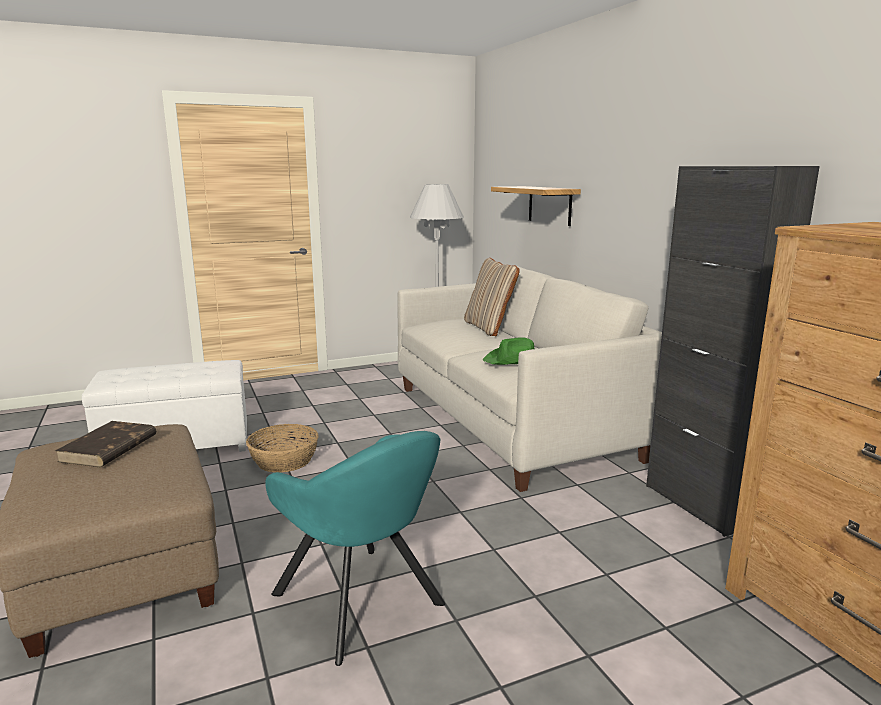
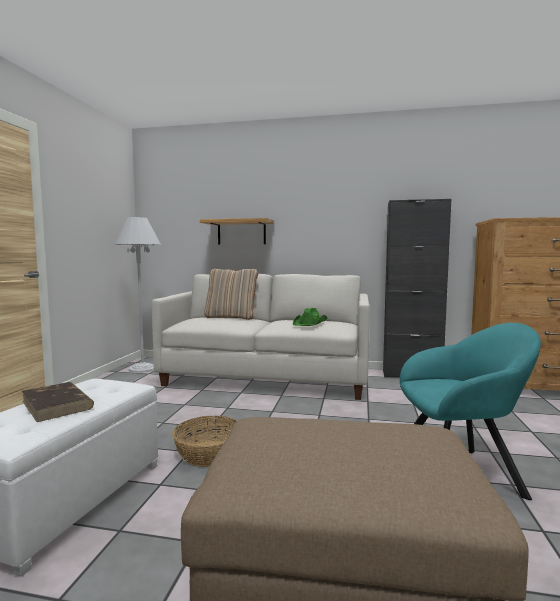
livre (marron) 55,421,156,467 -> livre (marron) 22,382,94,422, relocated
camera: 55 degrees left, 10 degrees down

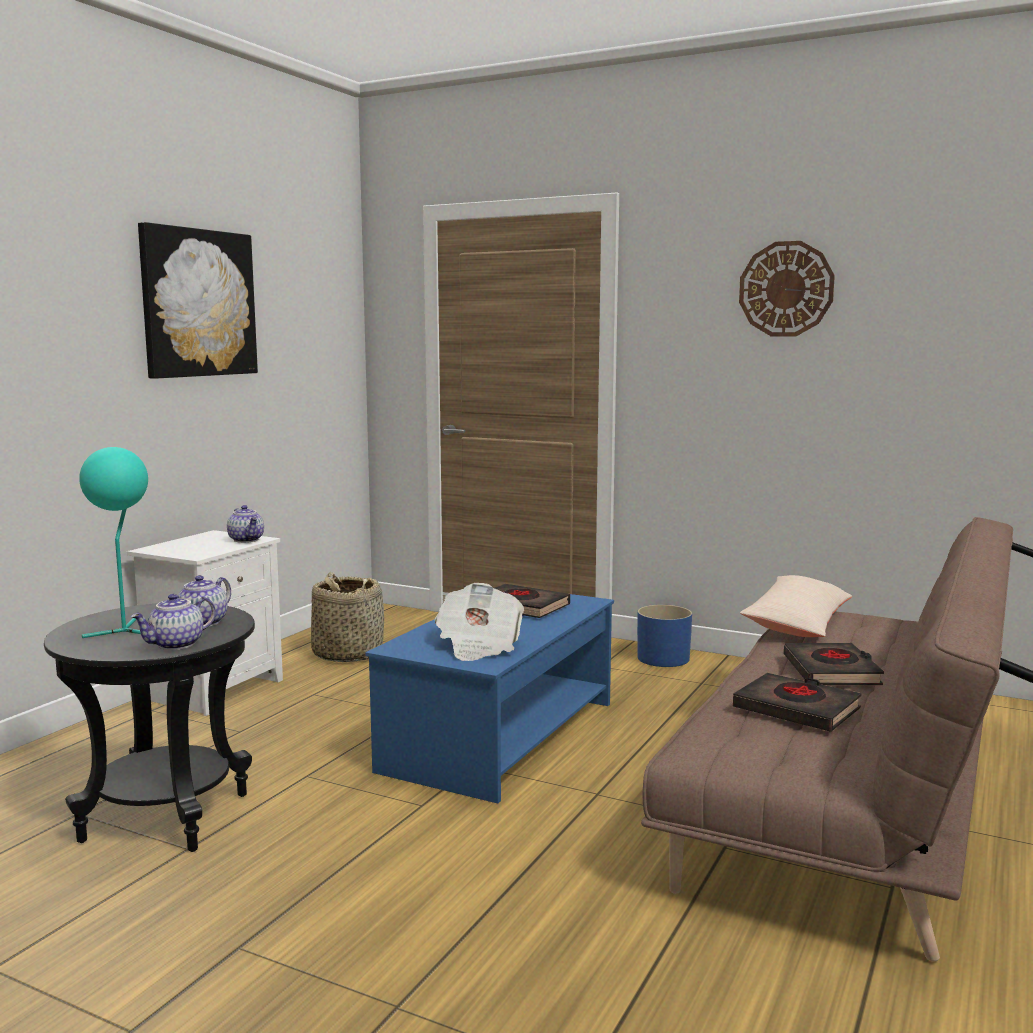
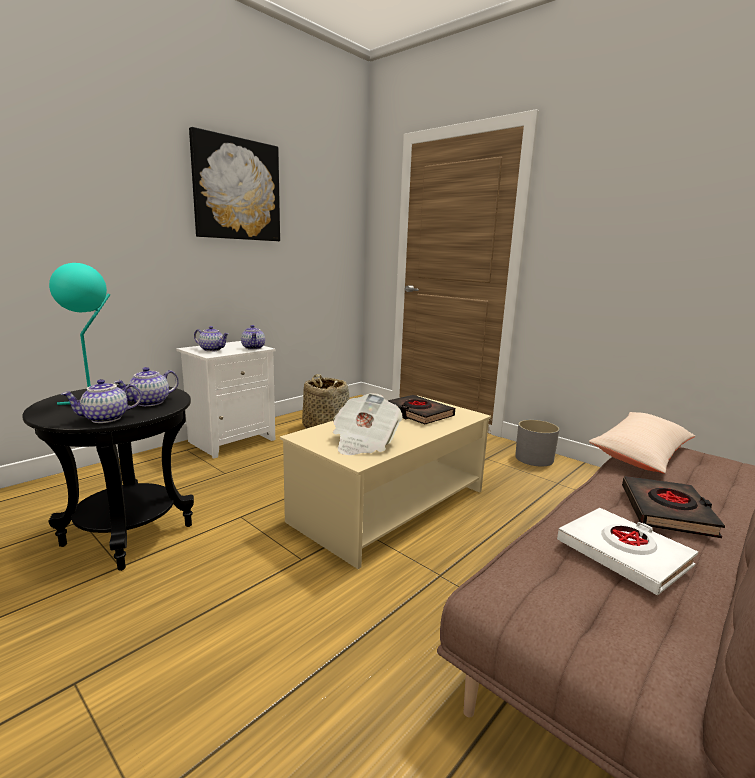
none -> théière 194,326,228,352
table basse (bleu) 365,594,614,804 -> table basse (beige) 280,395,491,569
cache-pot (bleu) 637,605,692,667 -> cache-pot (gris) 515,420,559,467
livre (noir) 733,673,862,732 -> livre (blanc) 557,508,698,596
horloge murale 739,241,835,337 -> none
camera: 15 degrees right, 5 degrees up

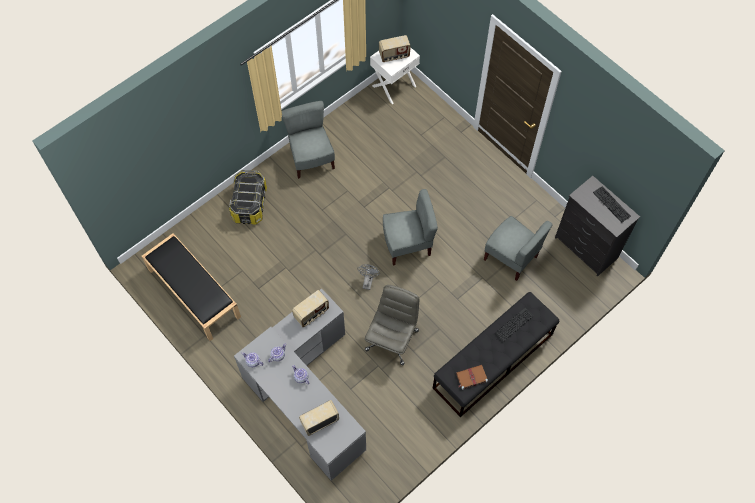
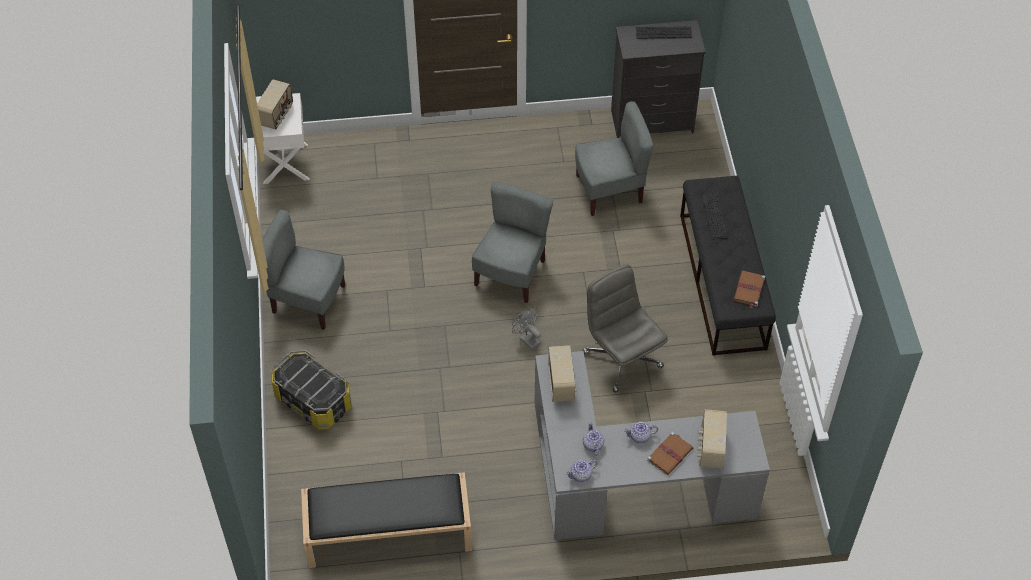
none -> livre (marron) 647,432,693,475
camera: 55 degrees left, 10 degrees down

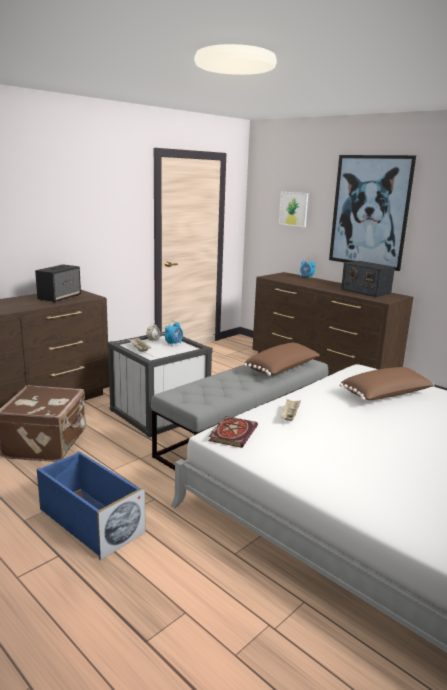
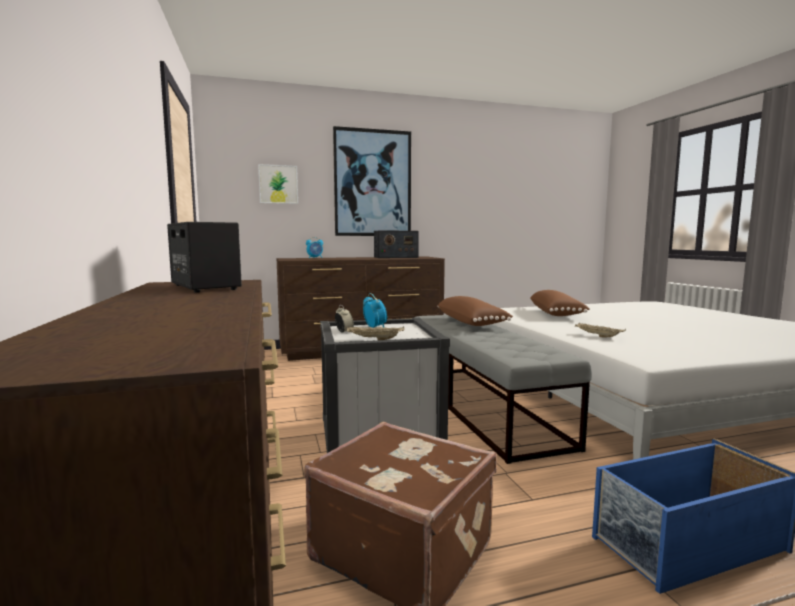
livre 209,416,258,448 -> none
camera: 60 degrees left, 10 degrees down

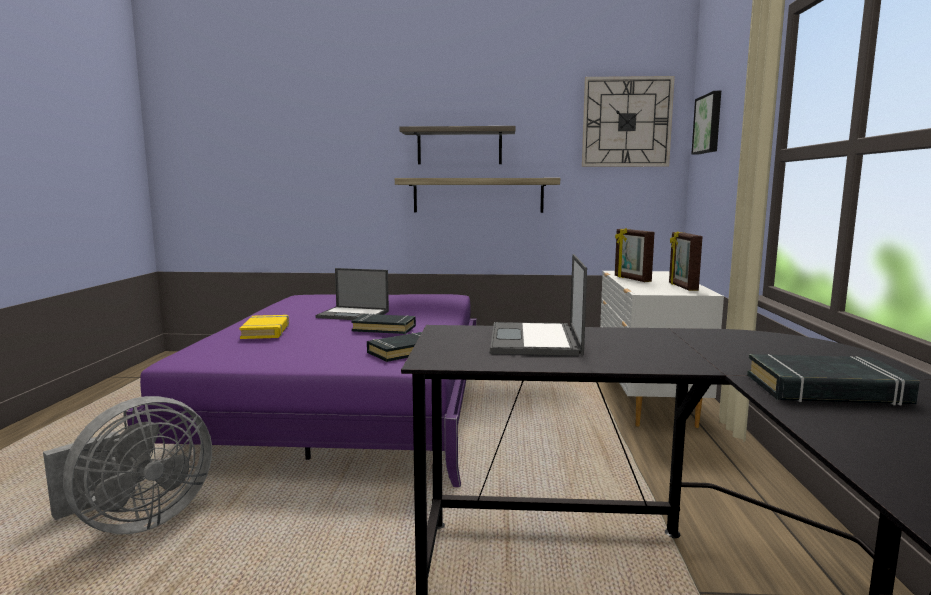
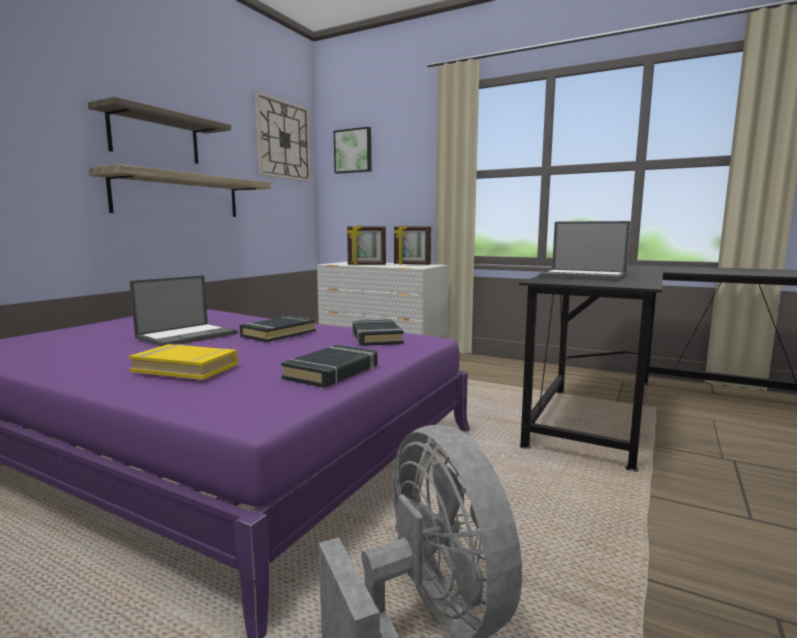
livre (noir) 747,354,920,406 -> livre (noir) 281,345,378,388, relocated
camera: 65 degrees left, 0 degrees up

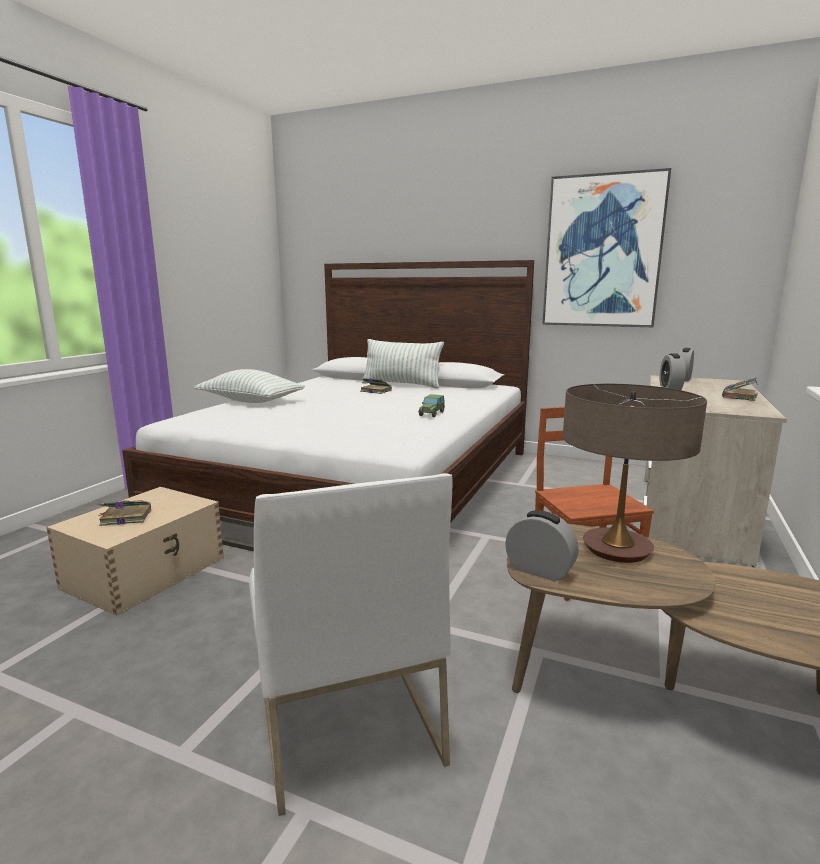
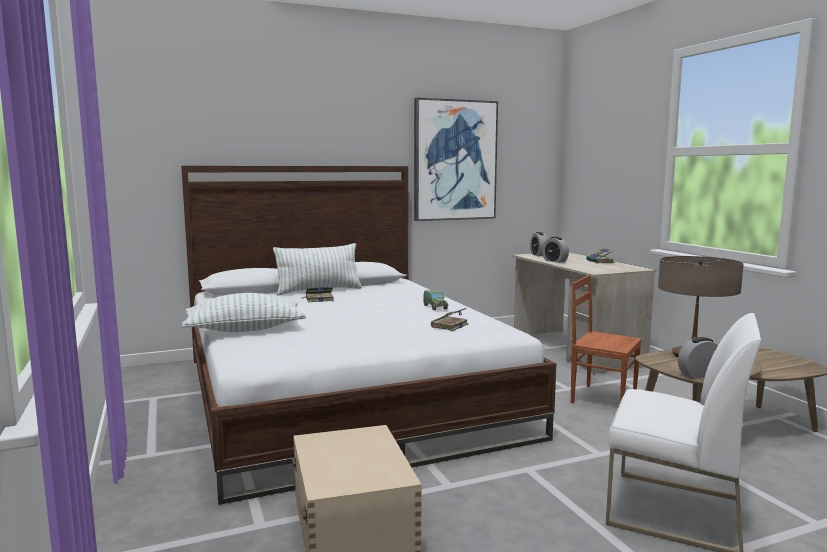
livre 97,500,151,526 -> livre 431,308,469,331, relocated
camera: 45 degrees left, 5 degrees down

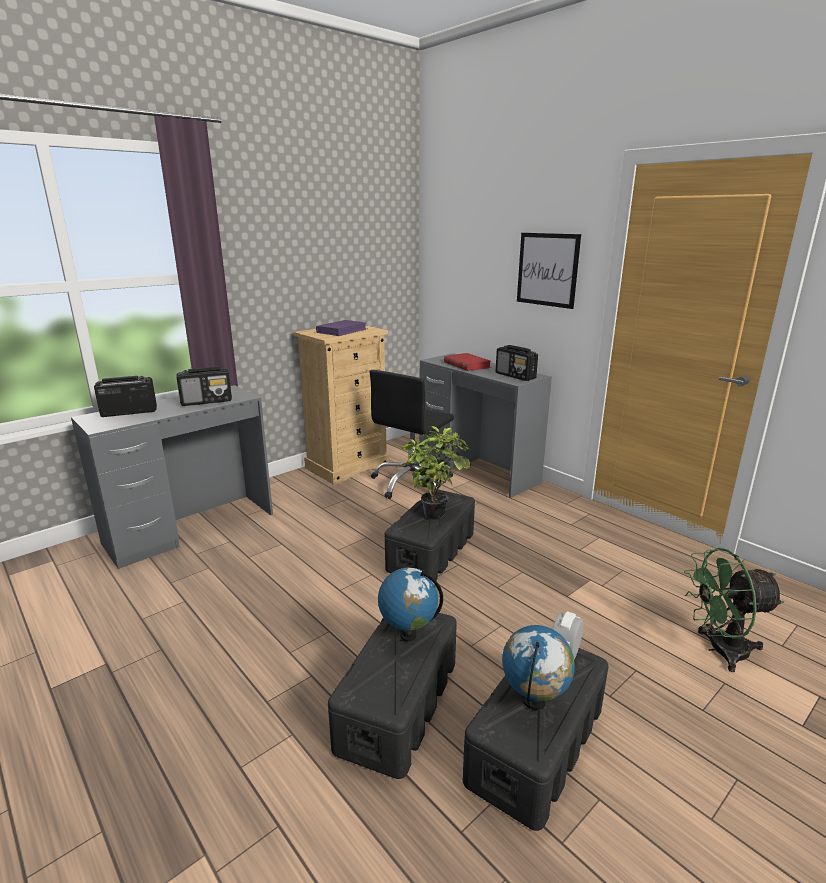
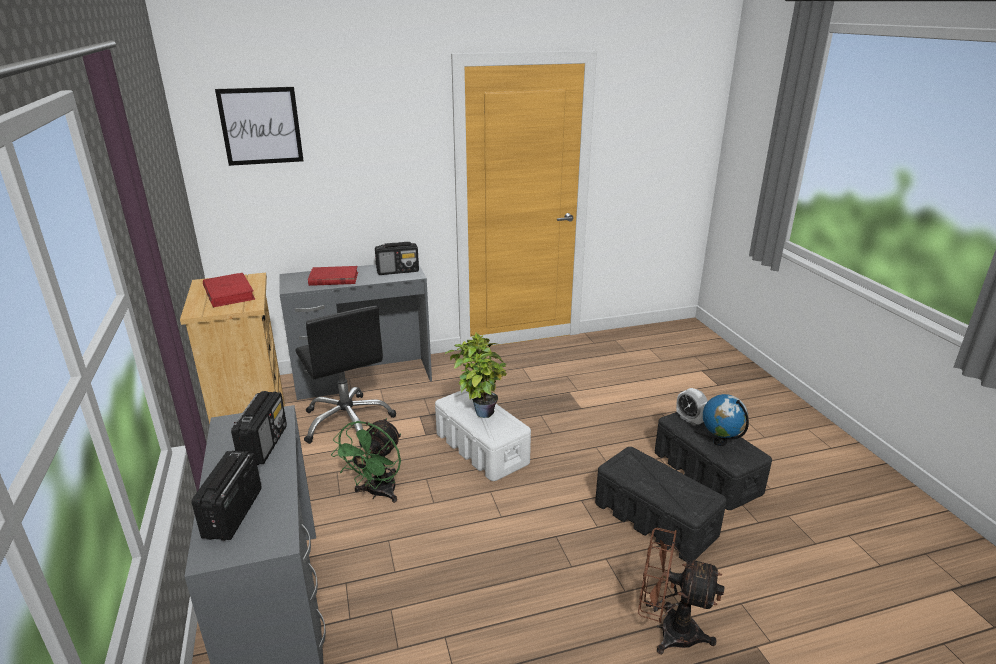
livre (violet) 316,320,368,336 -> livre (rouge) 203,273,255,307
tableau 517,233,581,309 -> tableau 215,87,304,166, relocated
ventilateur (vert) 684,548,784,672 -> ventilateur (vert) 331,418,401,503, relocated
boîte de rangement (noir) 385,490,475,580 -> boîte de rangement (blanc) 435,388,531,481
none -> ventilateur (marron) 638,527,725,654
globe 378,568,443,642 -> none
camera: 65 degrees left, 5 degrees up

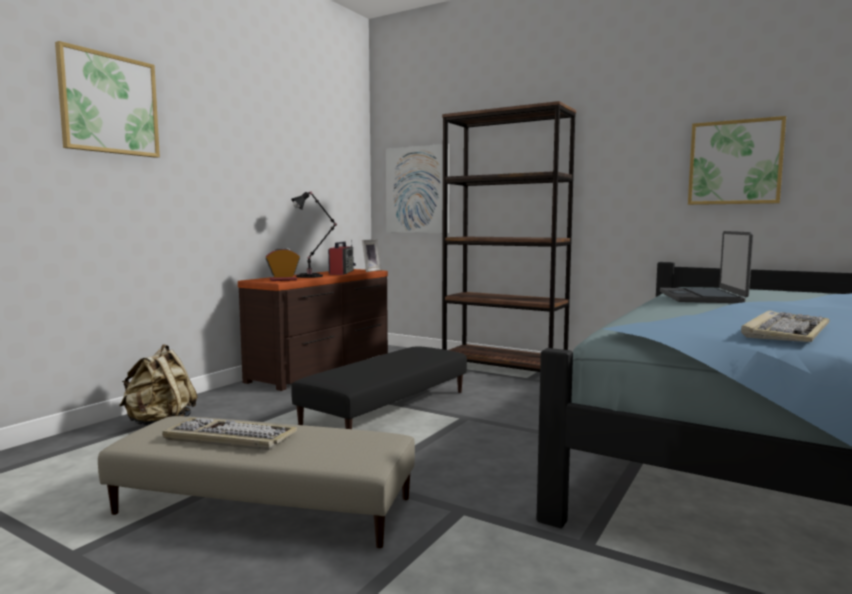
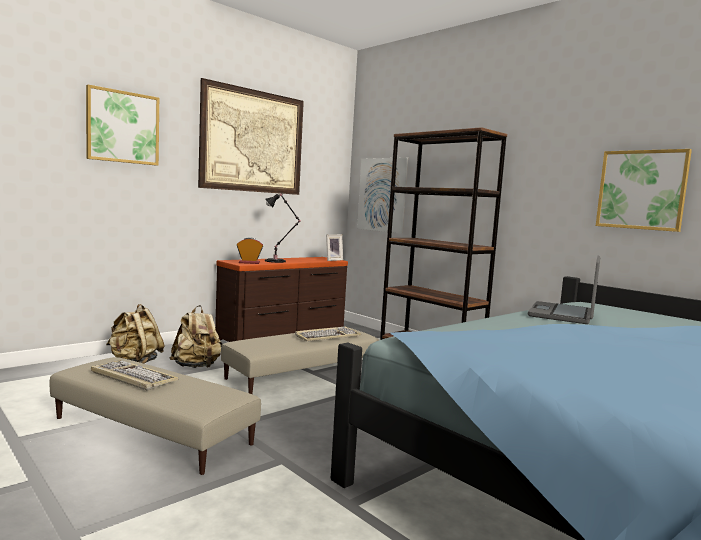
none -> sac à dos (beige) 169,305,222,368
none -> tableau 198,78,304,195
pouf (noir) 291,346,467,429 -> pouf (beige) 221,328,379,394
clavier 741,311,830,342 -> clavier 295,327,361,341, relocated
radio 328,240,356,275 -> none
camera: 15 degrees right, 0 degrees up

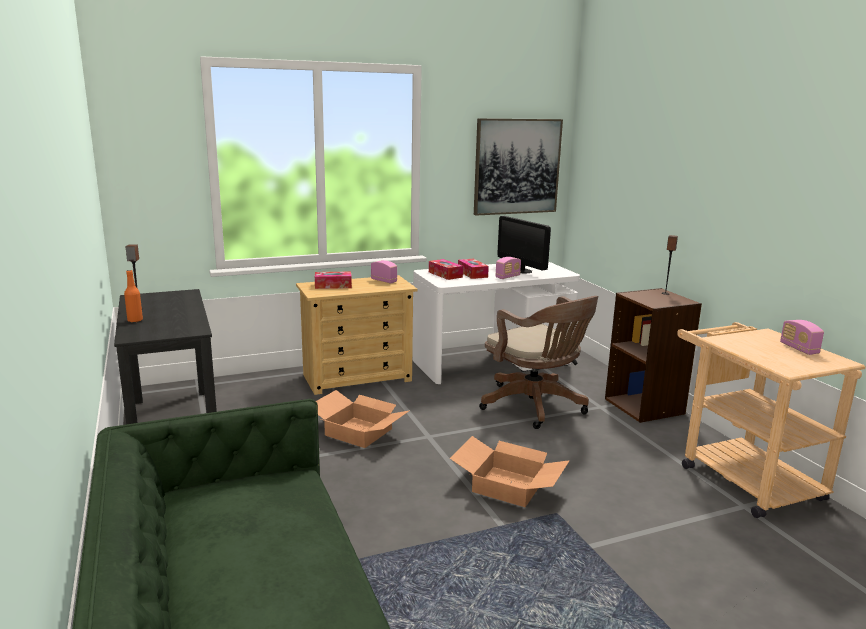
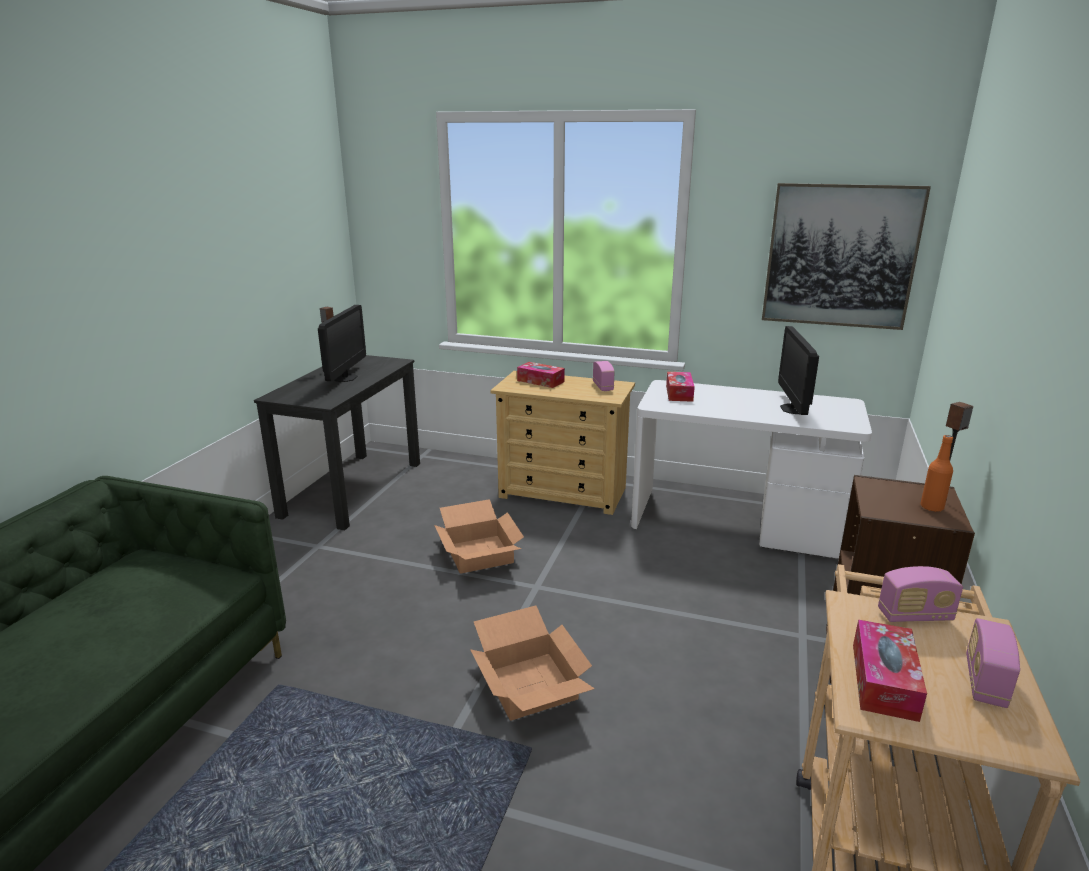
none -> écran d'ordinateur 318,305,366,382
boîte à mouchoirs 458,259,489,279 -> boîte à mouchoirs 853,620,927,722, relocated
radio 495,257,521,279 -> radio 878,566,963,622, relocated
bouteille (orange) 124,270,143,322 -> bouteille (orange) 920,435,953,512, relocated
chaise de bureau (marron) 479,296,598,429 -> none
camera: 40 degrees right, 5 degrees up

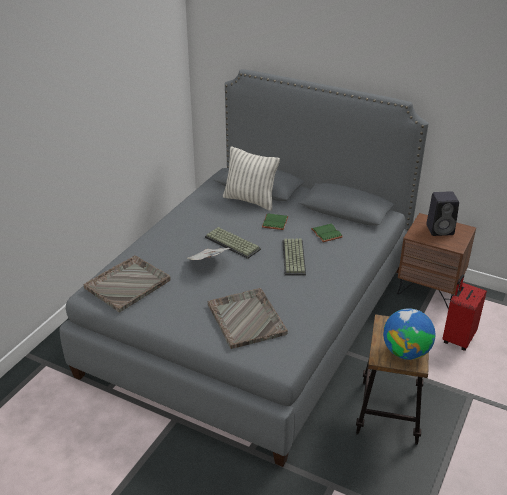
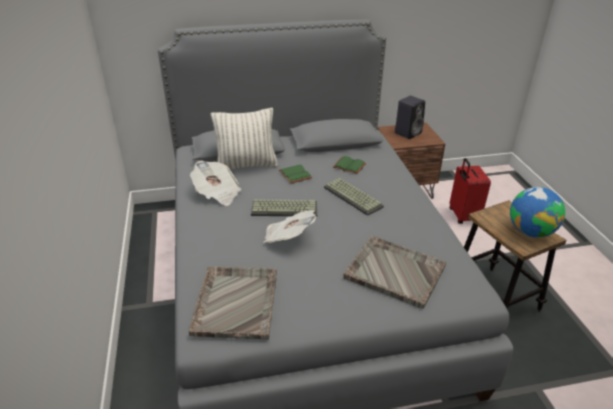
none -> journal 190,161,241,206
camera: 40 degrees left, 0 degrees up

